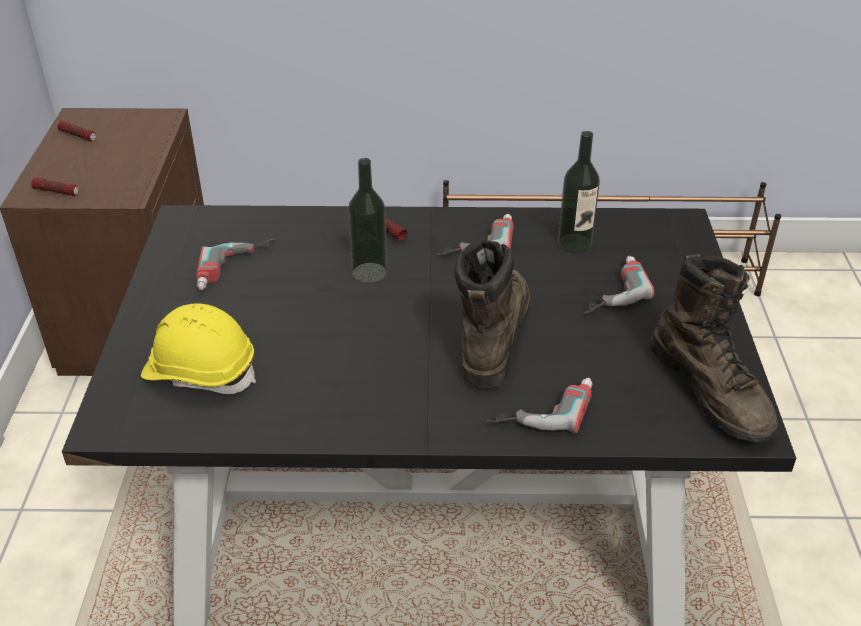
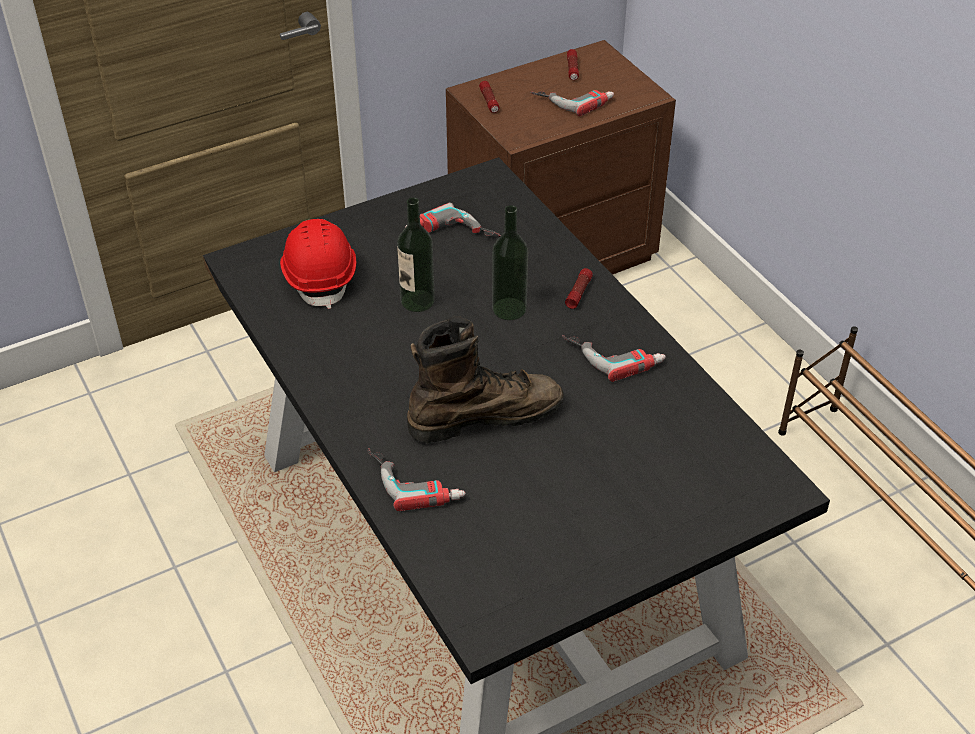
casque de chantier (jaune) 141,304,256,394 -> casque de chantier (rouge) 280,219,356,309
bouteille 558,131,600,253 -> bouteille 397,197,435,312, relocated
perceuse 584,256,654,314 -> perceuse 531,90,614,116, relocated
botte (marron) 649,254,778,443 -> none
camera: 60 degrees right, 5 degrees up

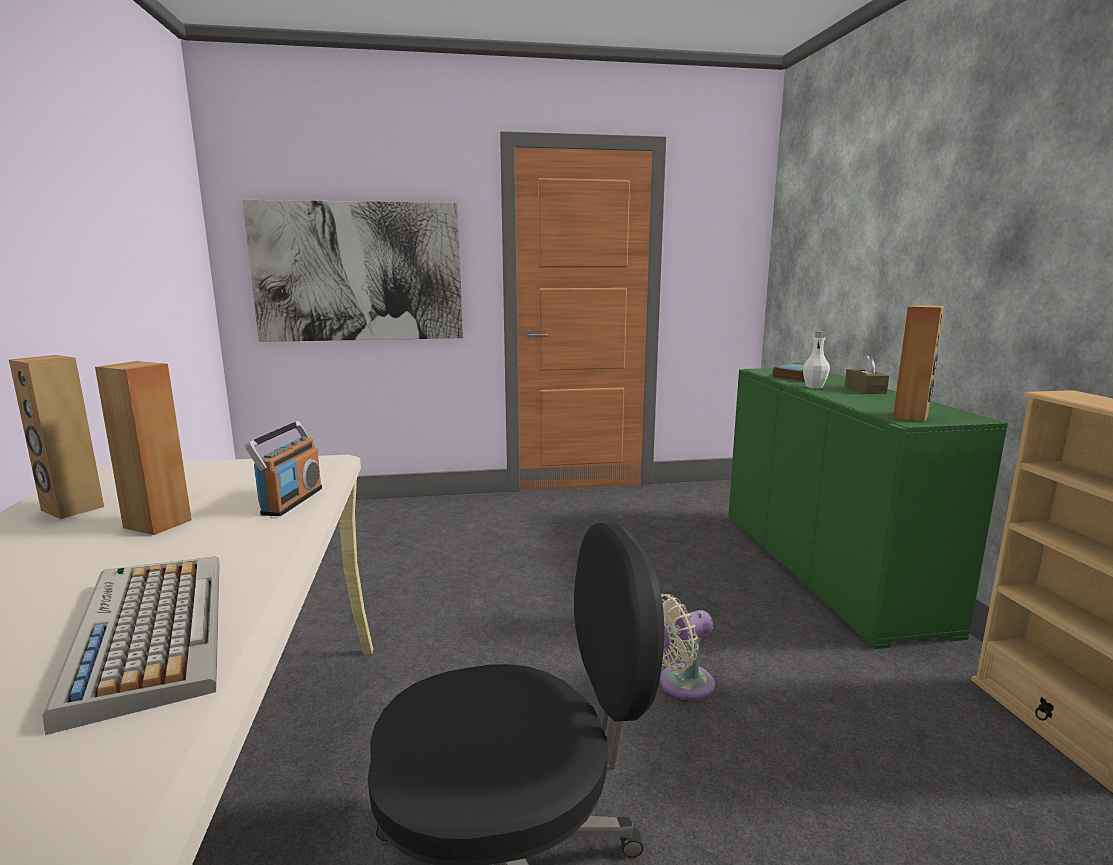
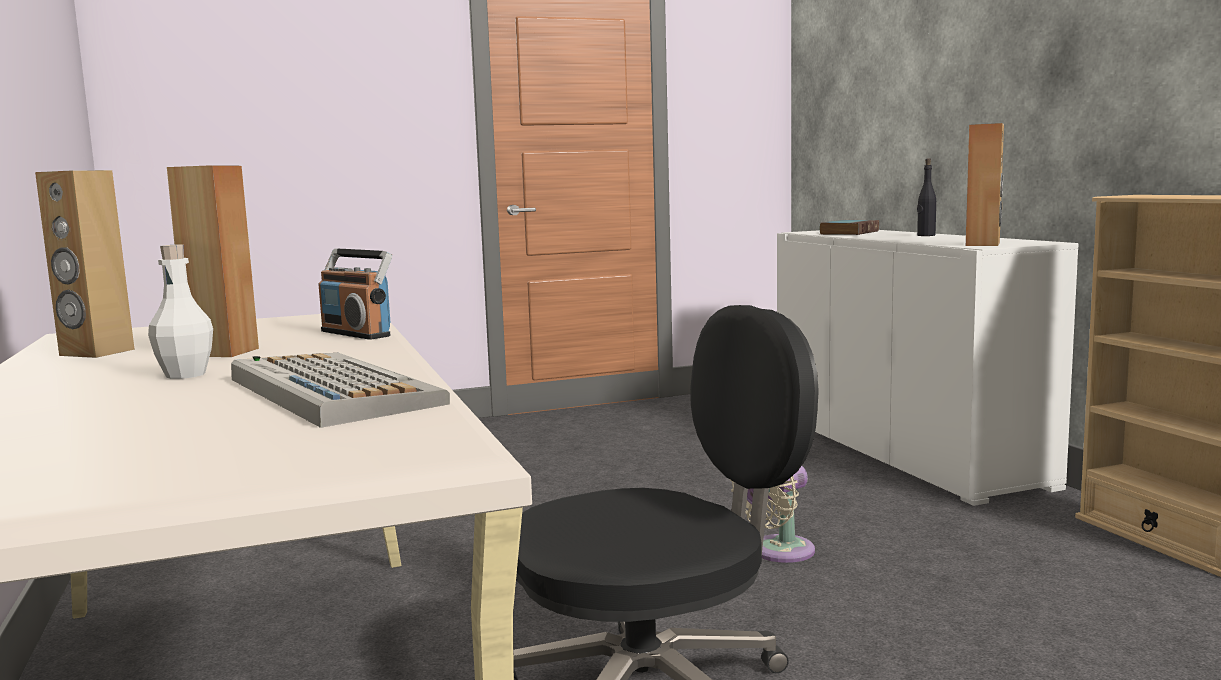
bouteille (blanc) 803,331,830,388 -> bouteille (blanc) 148,244,213,379, relocated
radio 245,421,322,516 -> radio 318,249,392,340, 135 degrees clockwise
meuble de rangement (vert) 729,368,1008,649 -> meuble de rangement (blanc) 777,230,1079,506
boîte à mouchoirs (marron) 845,355,889,394 -> bouteille (noir) 917,158,936,236
tableau 242,200,463,342 -> none
camera: 10 degrees left, 5 degrees down

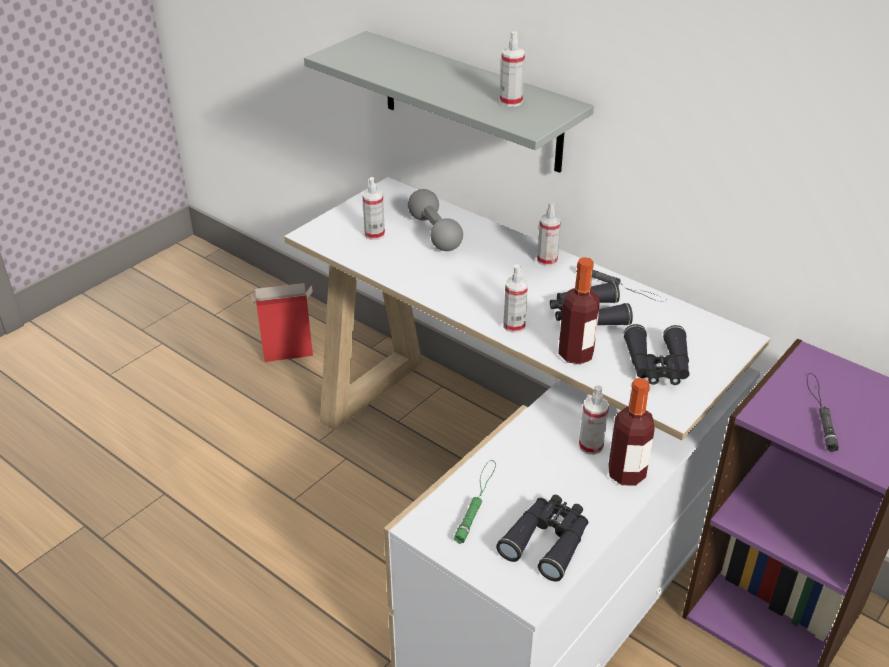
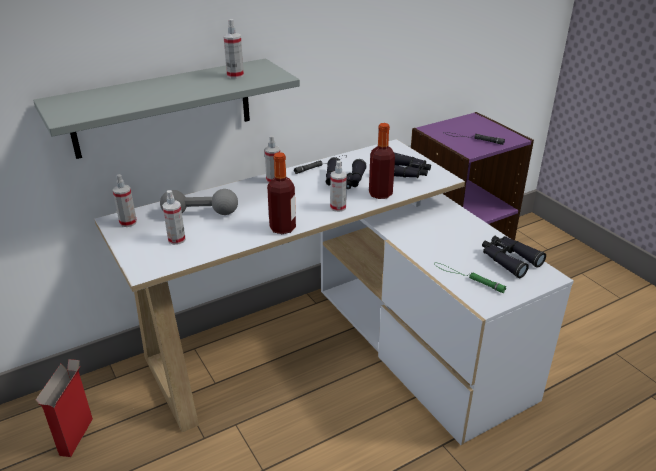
vaporisateur 579,385,609,455 -> vaporisateur 113,174,137,227, relocated
bouteille 608,378,655,486 -> bouteille 267,152,296,234, relocated
camera: 70 degrees left, 5 degrees down

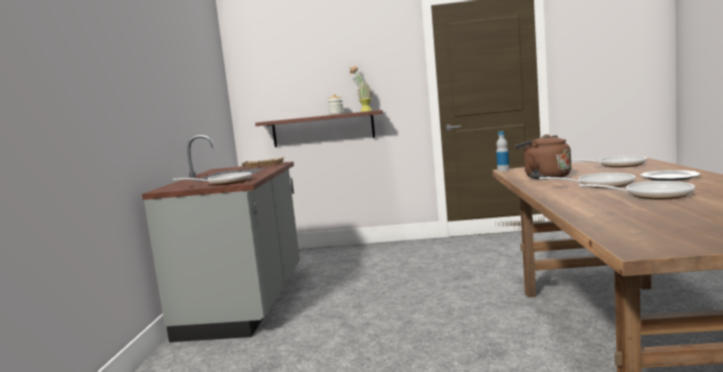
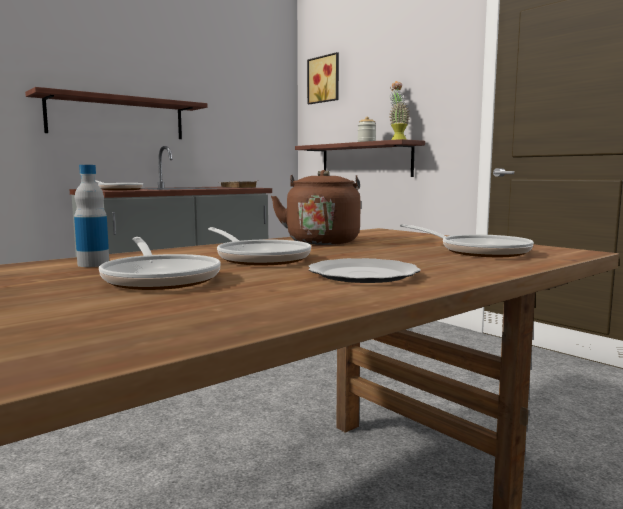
none -> étagère 25,87,207,139
bouteille 496,131,510,171 -> bouteille 74,165,109,267, relocated
none -> tableau 307,52,339,104
camera: 45 degrees right, 0 degrees up

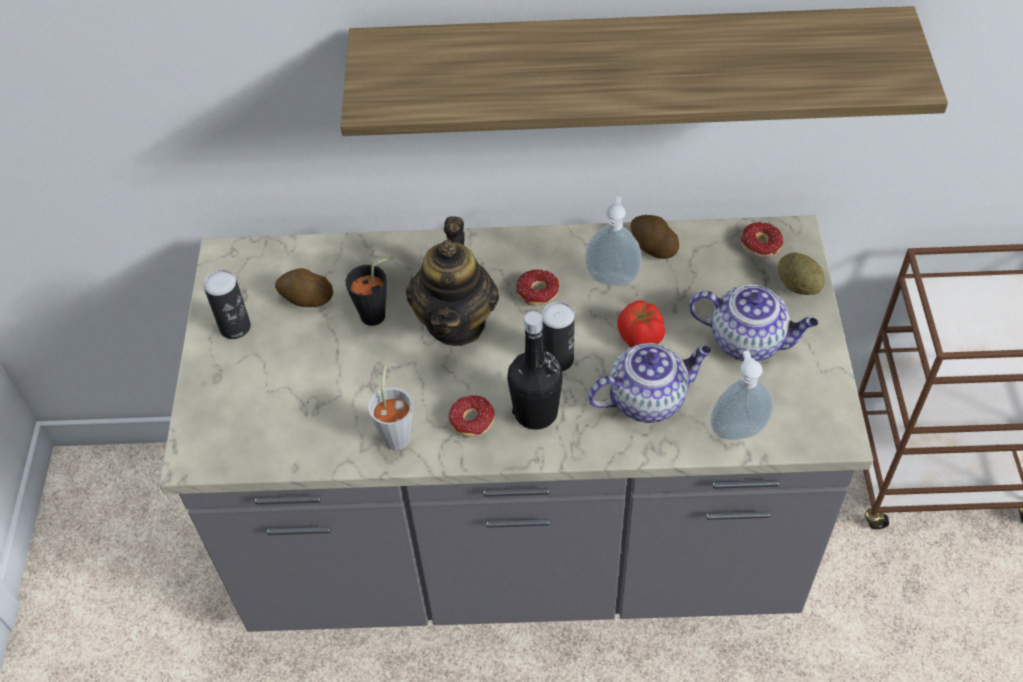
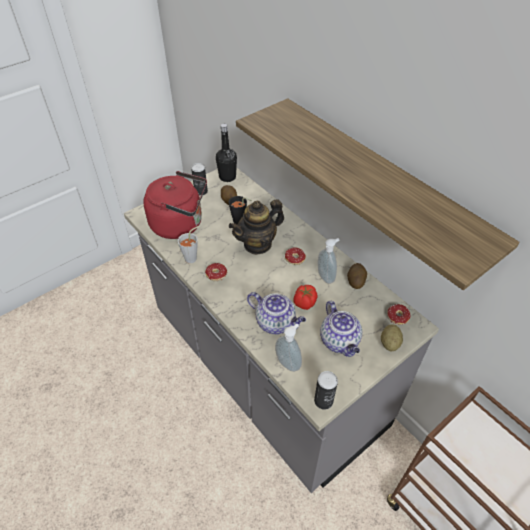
none -> bouilloire (rouge) 143,171,207,239
bouteille (noir) 507,311,563,430 -> bouteille (noir) 216,124,237,182, relocated
boîte métallique 541,302,575,371 -> boîte métallique 314,371,338,410, relocated
camera: 50 degrees right, 5 degrees down

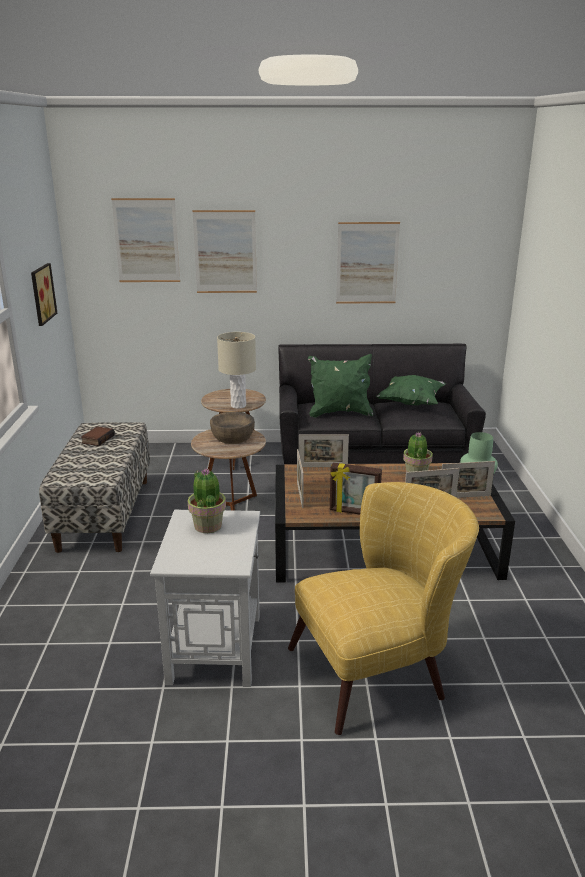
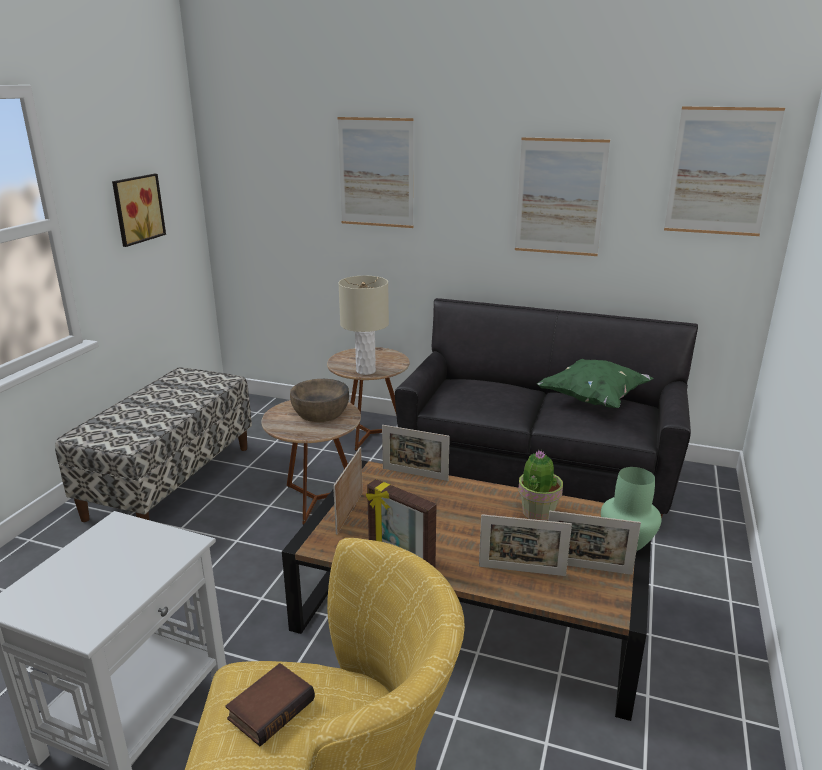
livre 81,427,115,446 -> livre 225,663,315,746, relocated
tableau 111,198,180,282 -> tableau 664,106,785,236, relocated
plante en pot 187,468,226,533 -> none
coussin (vert) 308,354,373,418 -> none
camera: 20 degrees right, 0 degrees up

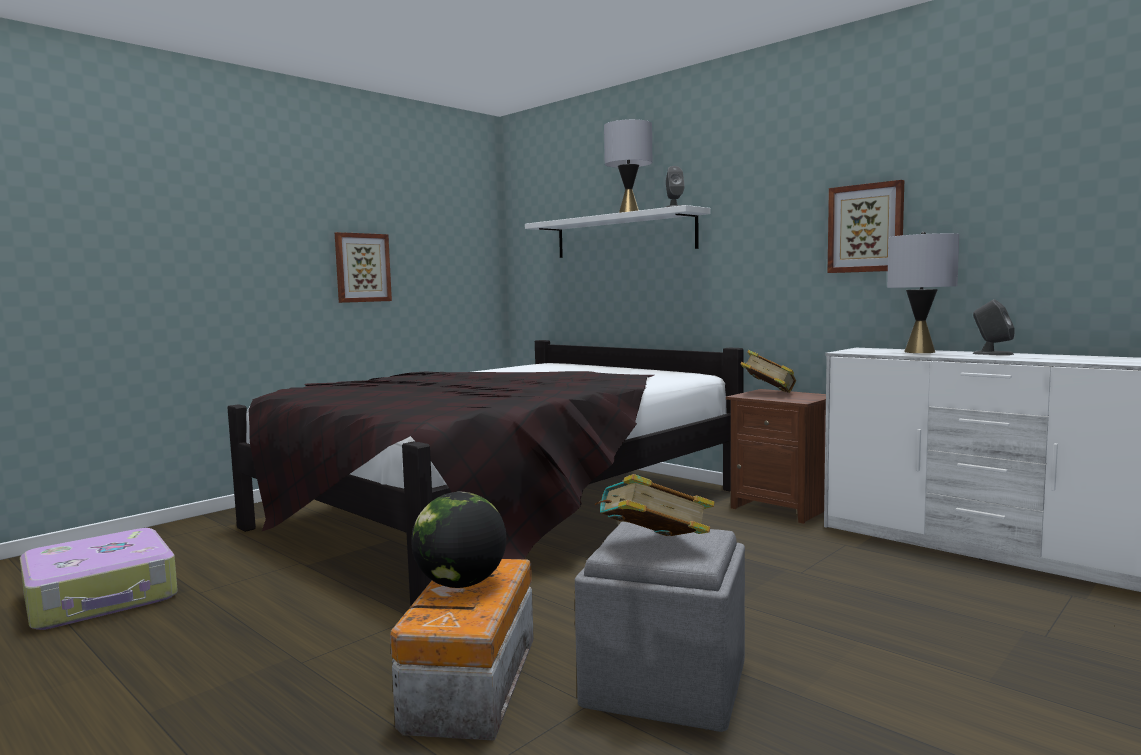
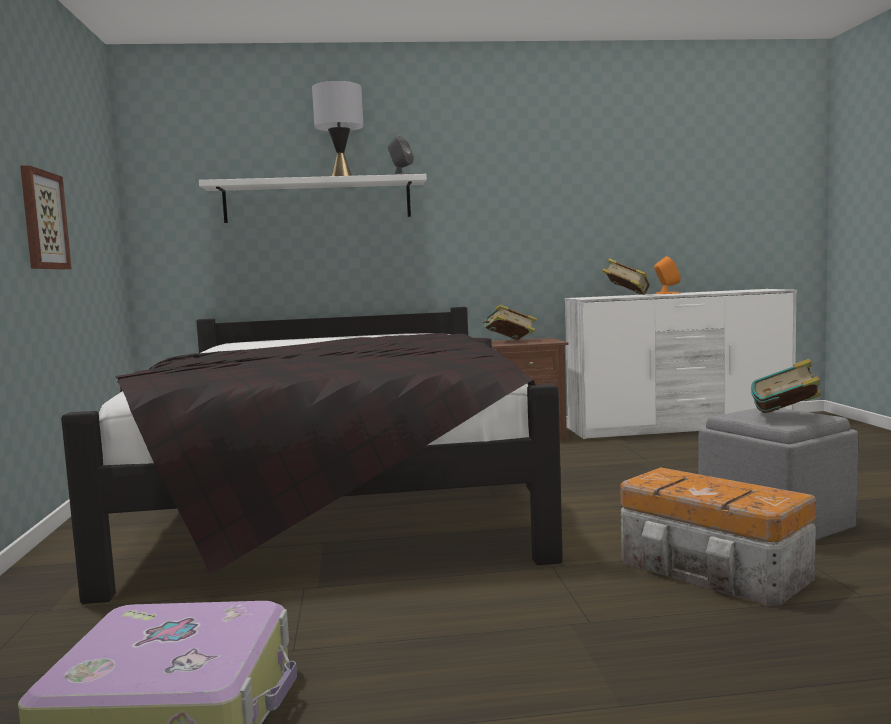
lampe de table (gris) 887,232,959,353 -> livre 602,258,650,295
enceinte (gris) 973,299,1014,355 -> enceinte (orange) 654,256,680,294
globe 411,492,506,588 -> none
tableau 827,180,904,273 -> none
camera: 50 degrees left, 0 degrees up

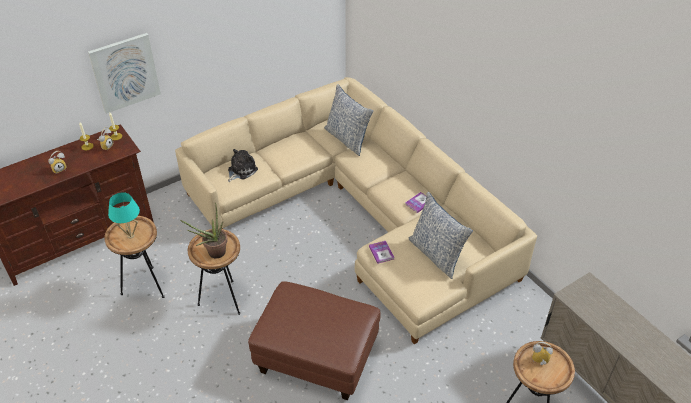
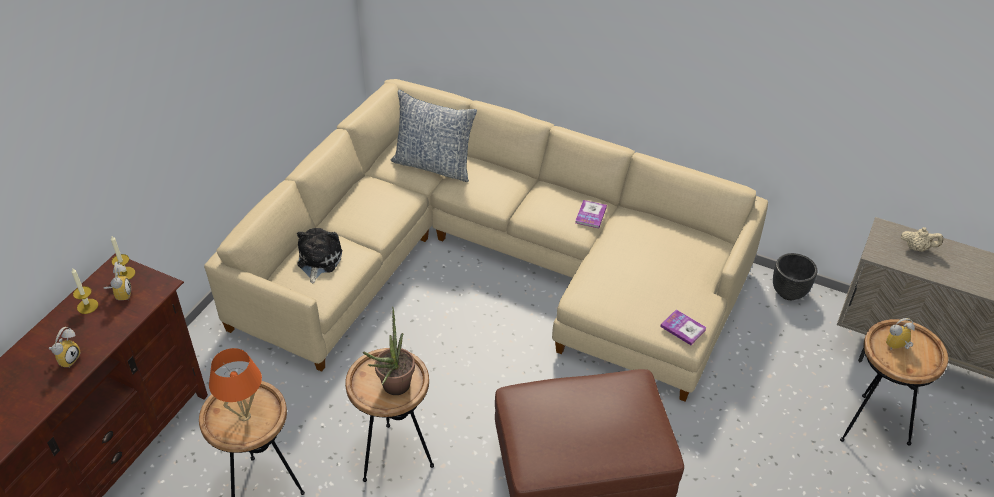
lampe de table (turquoise) 108,192,140,238 -> lampe de table (orange) 209,348,262,421
livre 369,241,395,264 -> livre 660,309,707,345, relocated
none -> cache-pot (noir) 773,253,817,300
none -> théière (beige) 901,227,943,252
tableau 88,33,161,114 -> none
coussin 409,192,473,279 -> none
camera: 30 degrees left, 0 degrees up

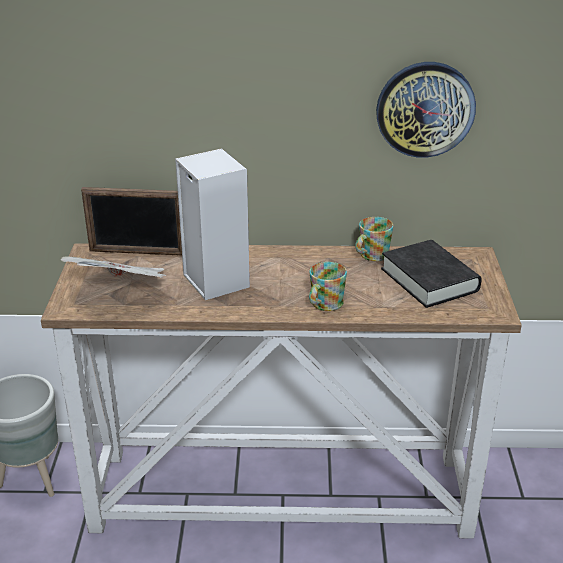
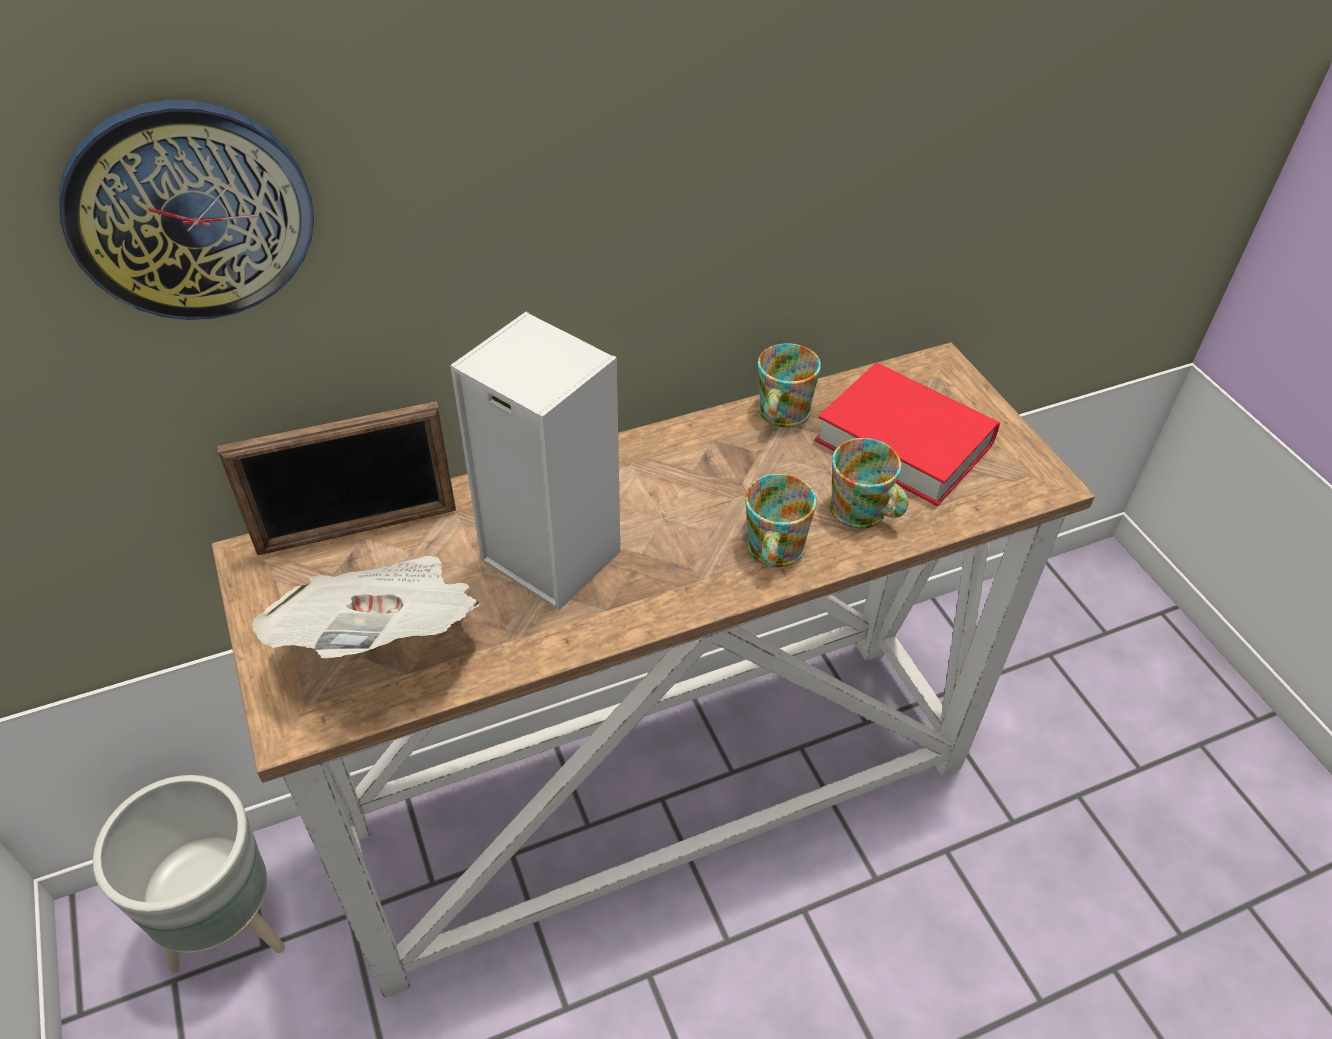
horloge murale 376,62,476,158 -> horloge murale 59,100,314,320, relocated
livre (noir) 381,240,482,308 -> livre (rouge) 815,363,1000,506
none -> mug 830,438,908,529
camera: 25 degrees left, 15 degrees up

